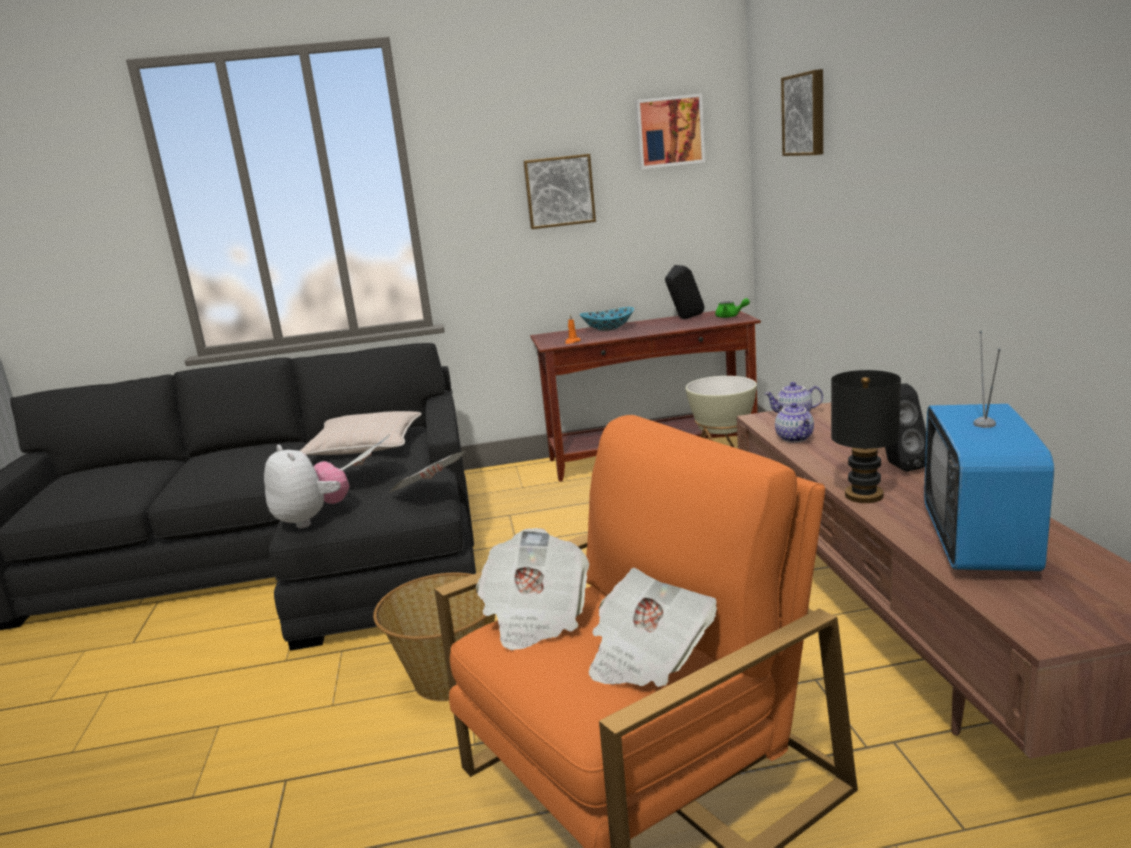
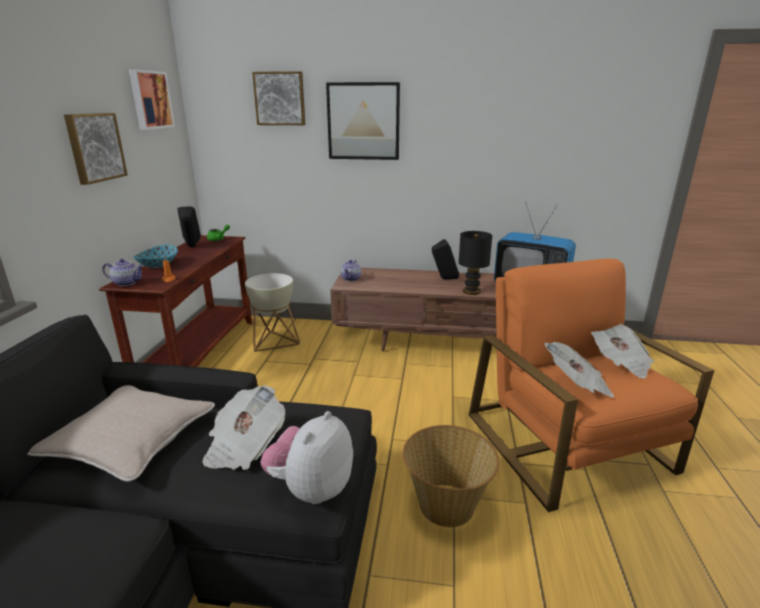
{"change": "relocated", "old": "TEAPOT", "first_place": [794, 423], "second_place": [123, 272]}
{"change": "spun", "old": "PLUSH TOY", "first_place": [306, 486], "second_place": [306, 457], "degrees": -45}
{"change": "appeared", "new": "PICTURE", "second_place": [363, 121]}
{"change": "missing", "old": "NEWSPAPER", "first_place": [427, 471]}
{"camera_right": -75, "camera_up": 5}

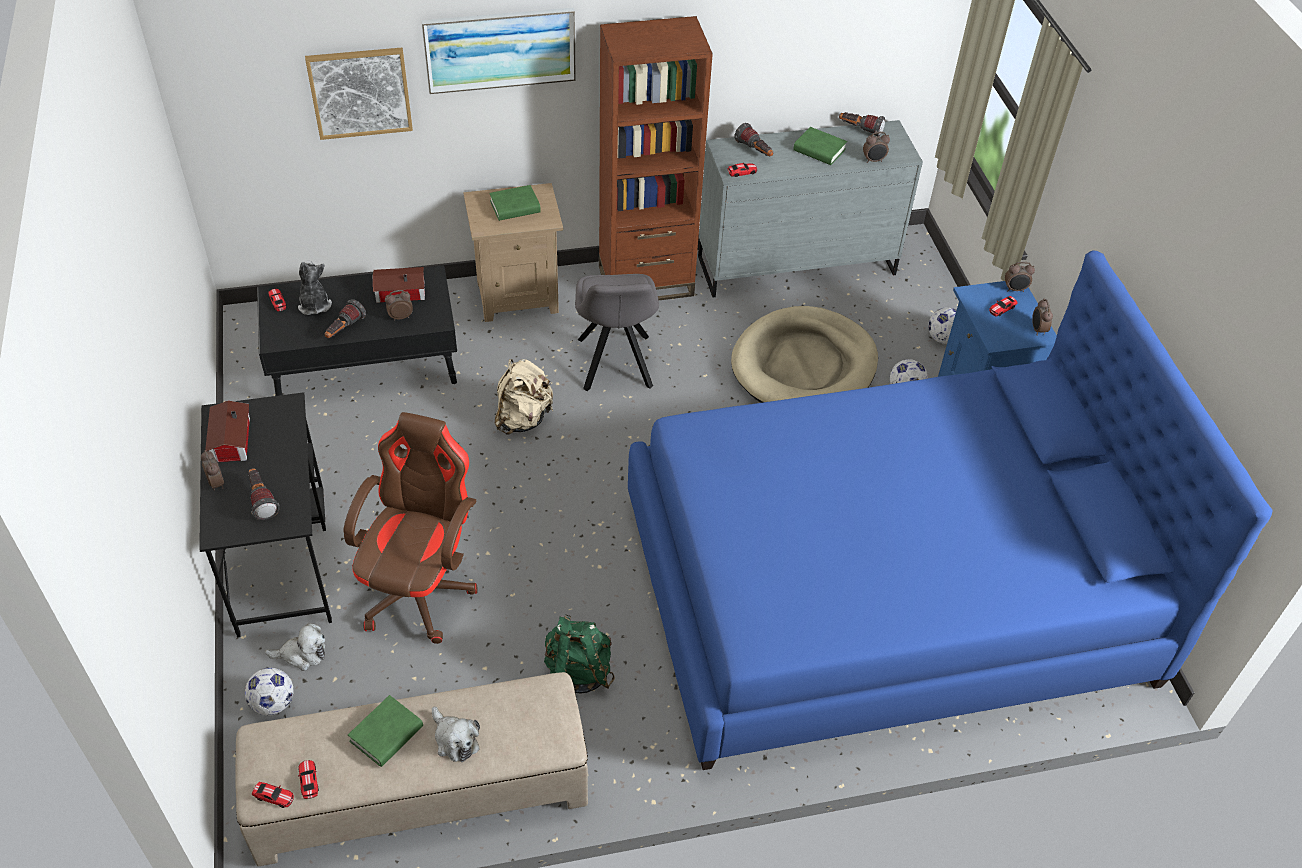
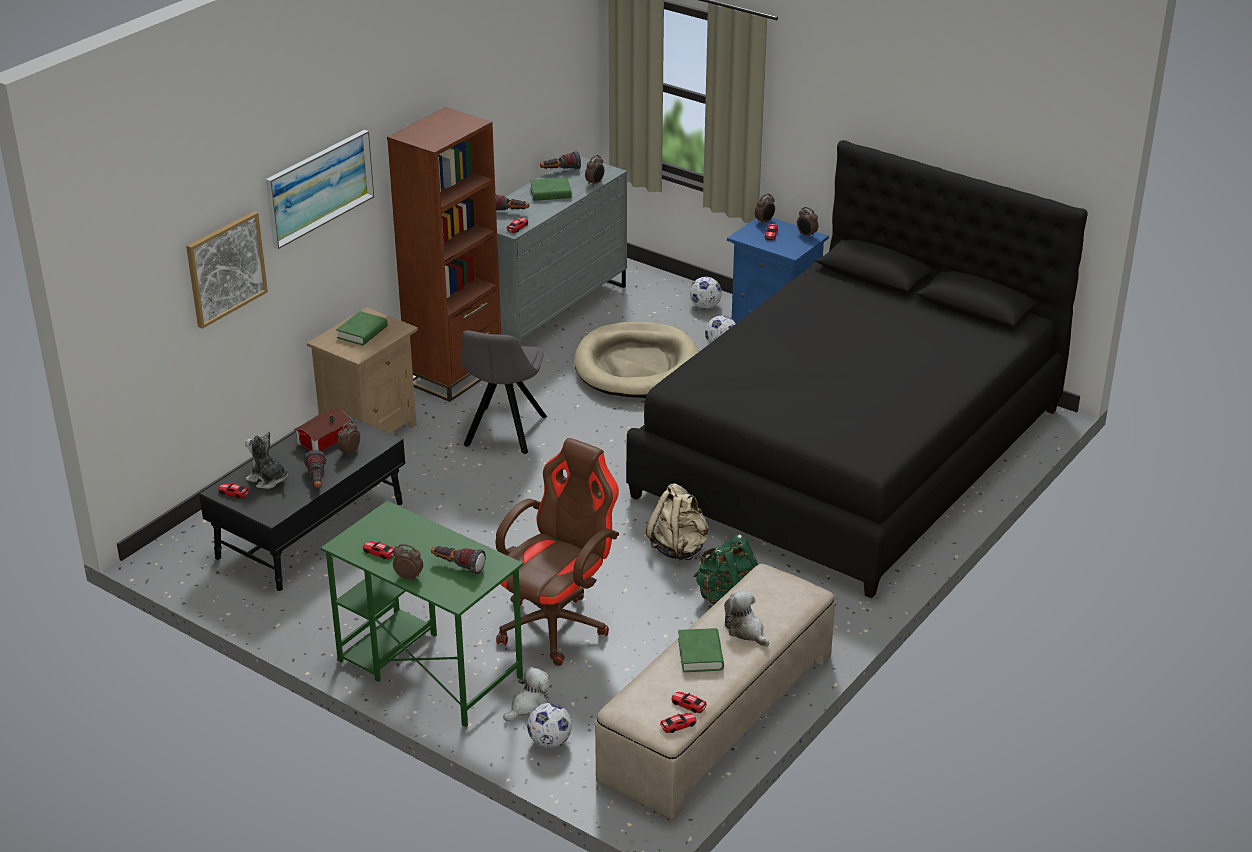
{"change": "colour", "old": "BLACK DESK", "new": "GREEN DESK", "first_place": [265, 515], "second_place": [422, 614]}
{"change": "exchanged", "old": "TOY HOUSE", "new": "TOY CAR", "first_place": [227, 431], "second_place": [379, 550]}
{"change": "spun", "old": "GREY CHAIR", "first_place": [617, 332], "second_place": [504, 392], "degrees": 60}
{"change": "spun", "old": "BROWN OFFICE CHAIR", "first_place": [411, 528], "second_place": [557, 552], "degrees": 60}
{"change": "colour", "old": "BLUE BED", "new": "BLACK BED", "first_place": [950, 510], "second_place": [857, 369]}
{"change": "relocated", "old": "BEIGE BACKPACK", "first_place": [524, 397], "second_place": [677, 522]}
{"change": "spun", "old": "PLUSH TOY", "first_place": [456, 734], "second_place": [746, 618], "degrees": -135}
{"camera_right": -40, "camera_up": -15}

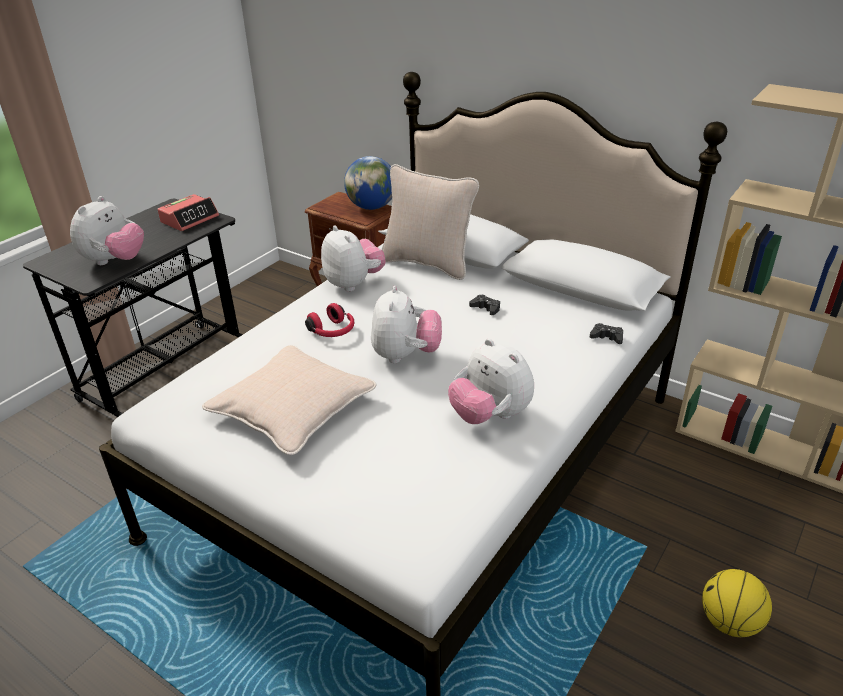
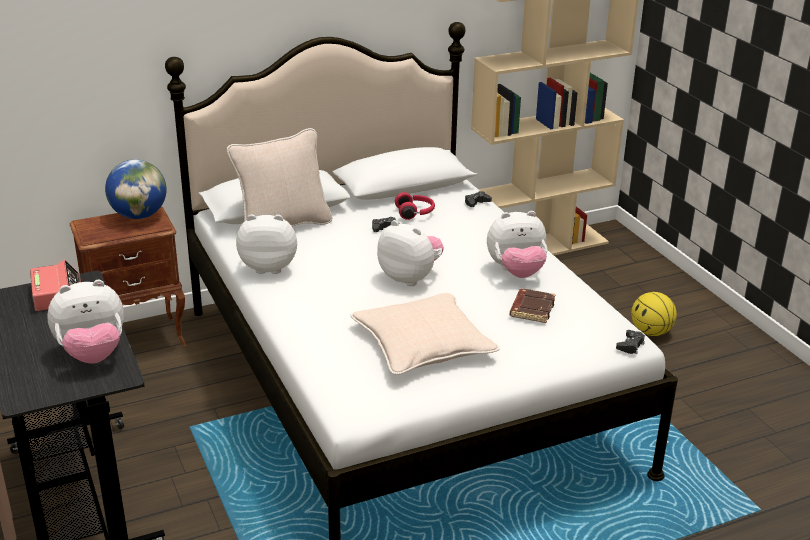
{"change": "spun", "old": "PLUSH TOY", "first_place": [107, 230], "second_place": [85, 322], "degrees": 105}
{"change": "relocated", "old": "RED HEADPHONES", "first_place": [329, 320], "second_place": [415, 206]}
{"change": "appeared", "new": "BROWN BOOK", "second_place": [533, 306]}
{"change": "appeared", "new": "BLACK GAME CONTROLLER", "second_place": [630, 342]}
{"camera_right": -60, "camera_up": -5}

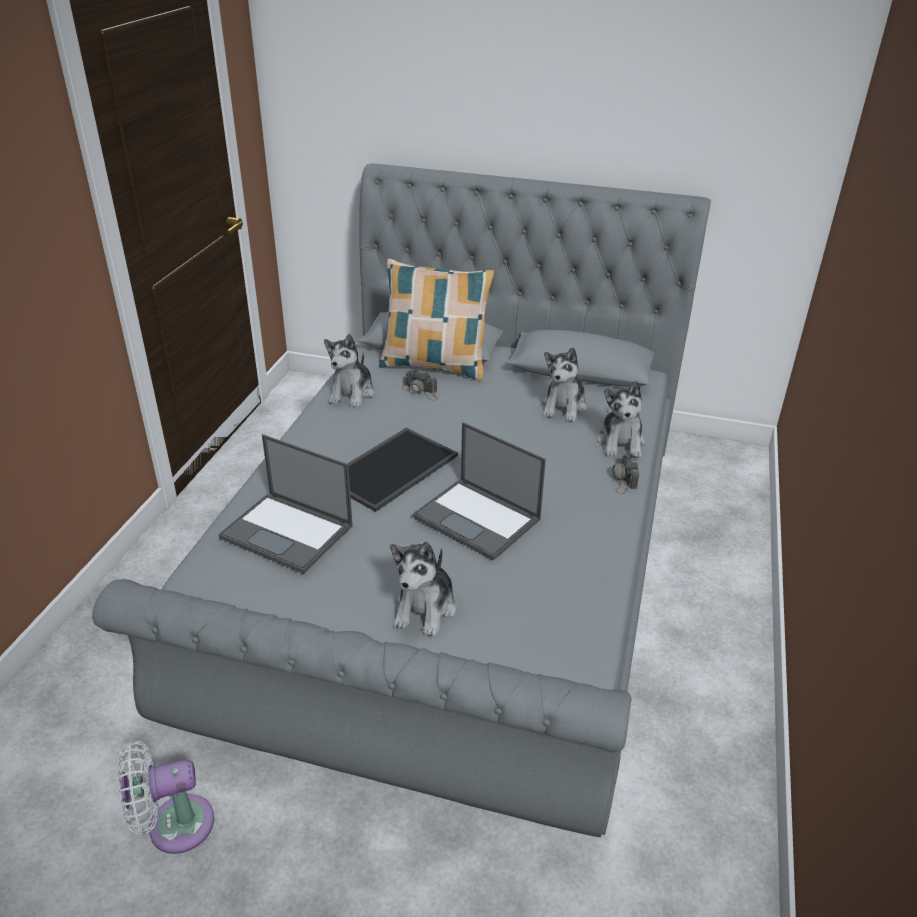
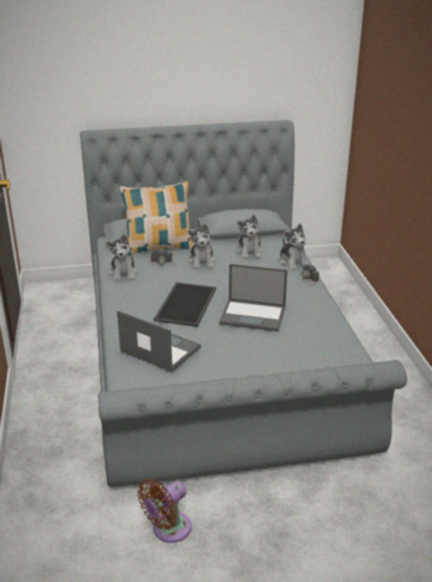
{"change": "spun", "old": "LAPTOP", "first_place": [285, 504], "second_place": [159, 341], "degrees": -150}
{"change": "colour", "old": "WHITE FAN", "new": "BROWN FAN", "first_place": [166, 797], "second_place": [165, 511]}
{"change": "relocated", "old": "PLUSH TOY", "first_place": [423, 589], "second_place": [202, 246]}
{"camera_right": -25, "camera_up": -5}

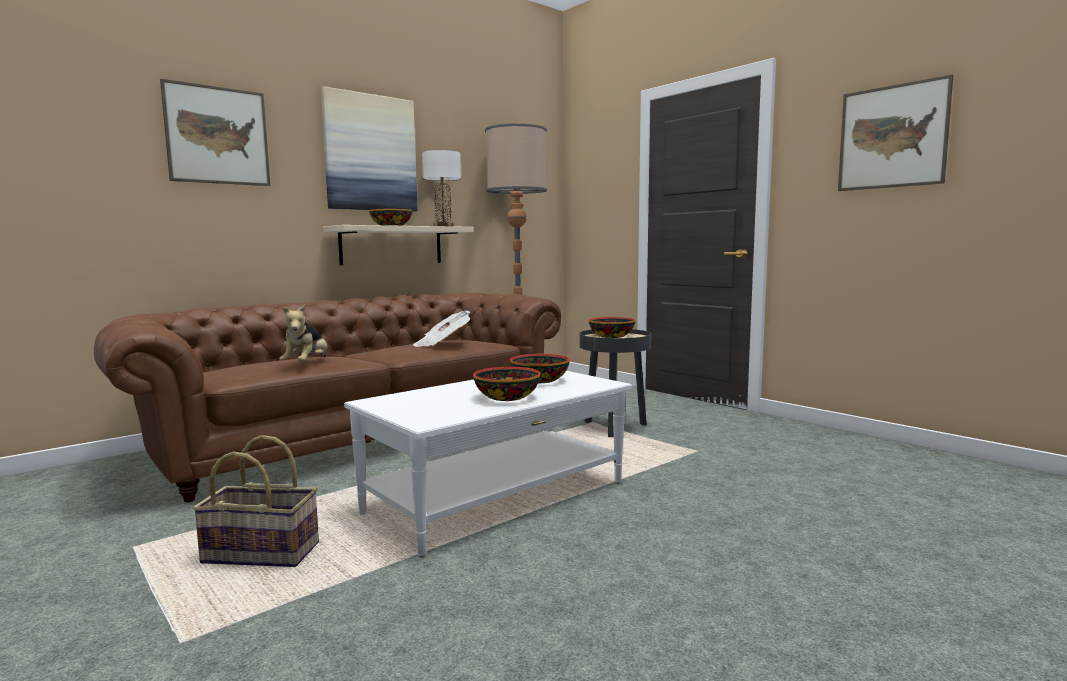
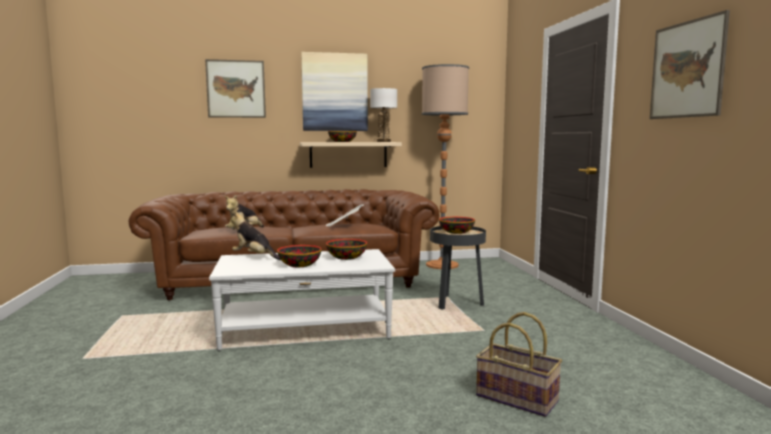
{"change": "appeared", "new": "PLUSH TOY", "second_place": [254, 235]}
{"change": "relocated", "old": "BASKET", "first_place": [256, 501], "second_place": [519, 364]}
{"camera_right": 30, "camera_up": 0}

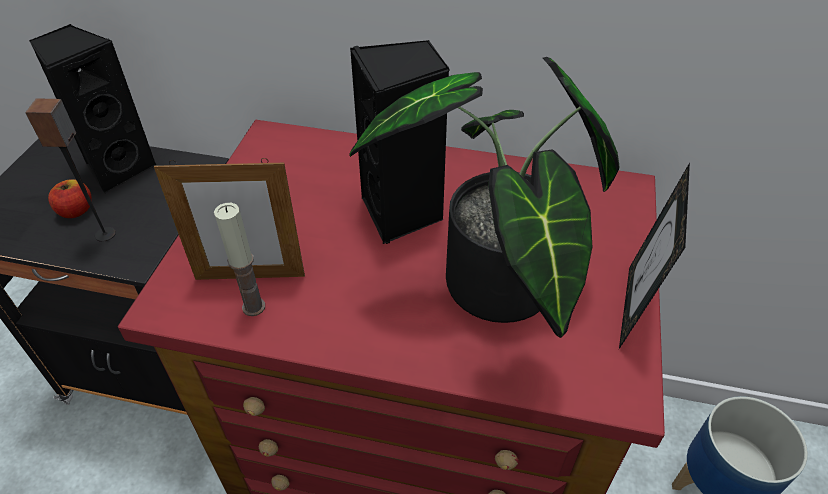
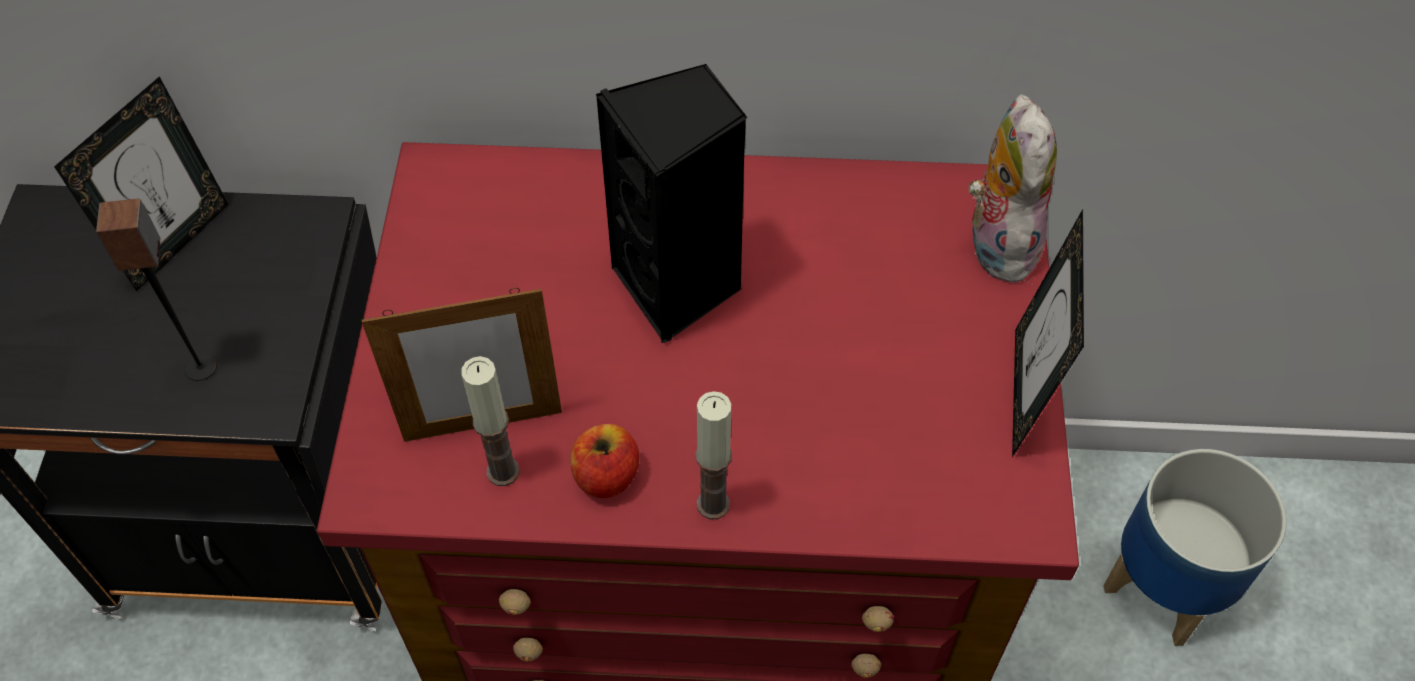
{"change": "exchanged", "old": "BLACK SPEAKER", "new": "PICTURE FRAME", "first_place": [93, 109], "second_place": [141, 183]}
{"change": "relocated", "old": "APPLE", "first_place": [70, 198], "second_place": [604, 461]}
{"change": "appeared", "new": "CANDLE", "second_place": [713, 455]}
{"change": "appeared", "new": "PLUSH TOY", "second_place": [1013, 188]}
{"change": "missing", "old": "POTTED PLANT", "first_place": [484, 197]}
{"camera_right": -10, "camera_up": 10}

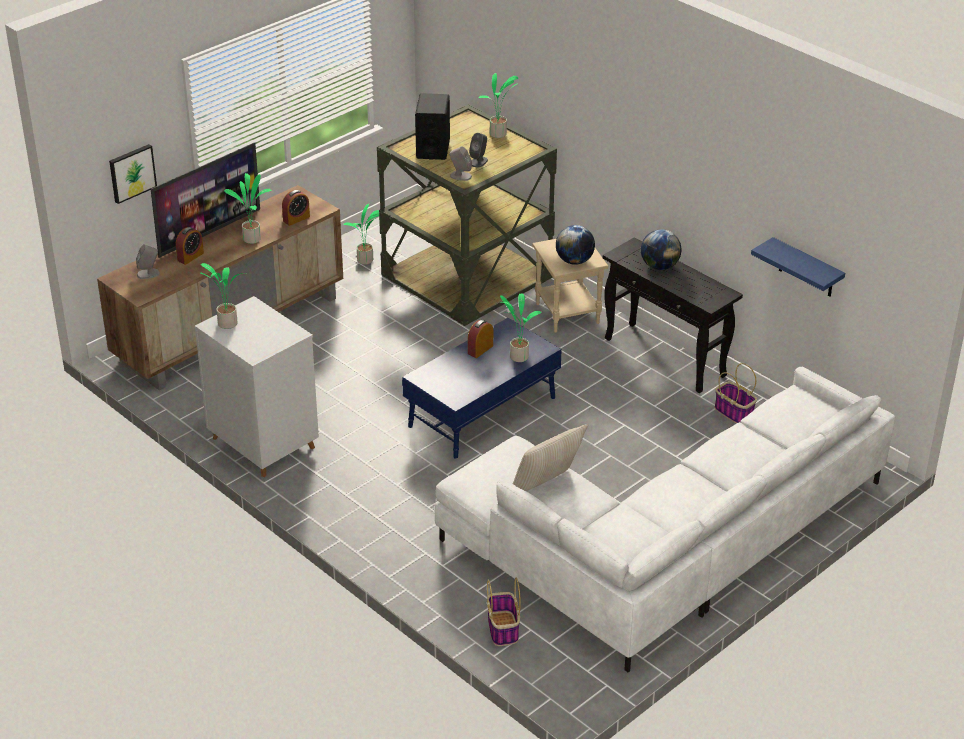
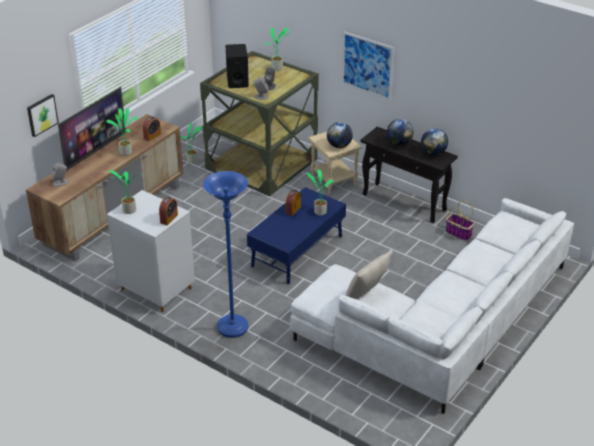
{"change": "relocated", "old": "ALARM CLOCK", "first_place": [190, 246], "second_place": [168, 211]}
{"change": "appeared", "new": "BLUE FLOOR LAMP", "second_place": [225, 254]}
{"change": "appeared", "new": "PICTURE", "second_place": [368, 66]}
{"change": "appeared", "new": "GLOBE", "second_place": [434, 141]}
{"change": "missing", "old": "BASKET", "first_place": [504, 612]}
{"change": "missing", "old": "BLUE SHELF", "first_place": [798, 267]}
{"camera_right": -10, "camera_up": 0}

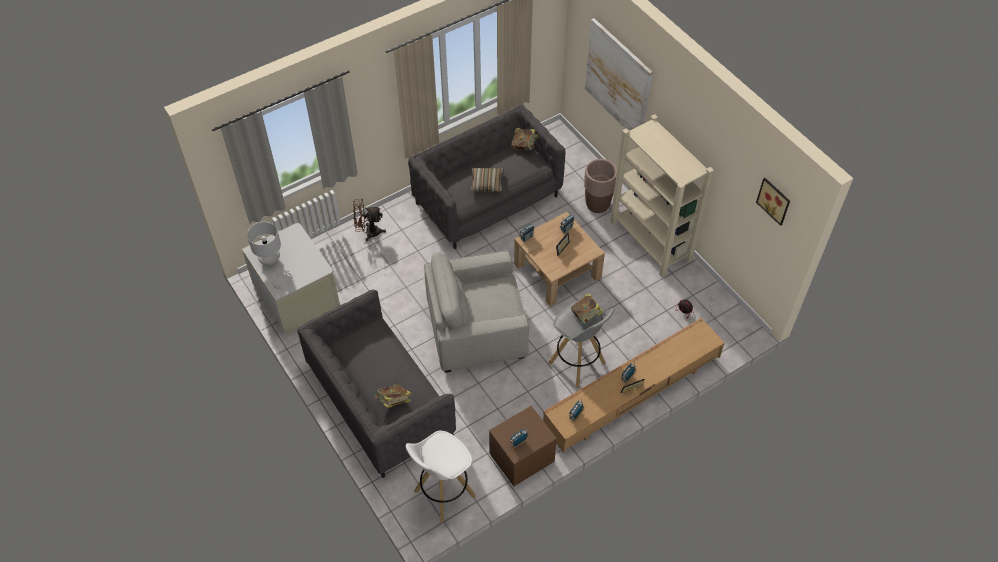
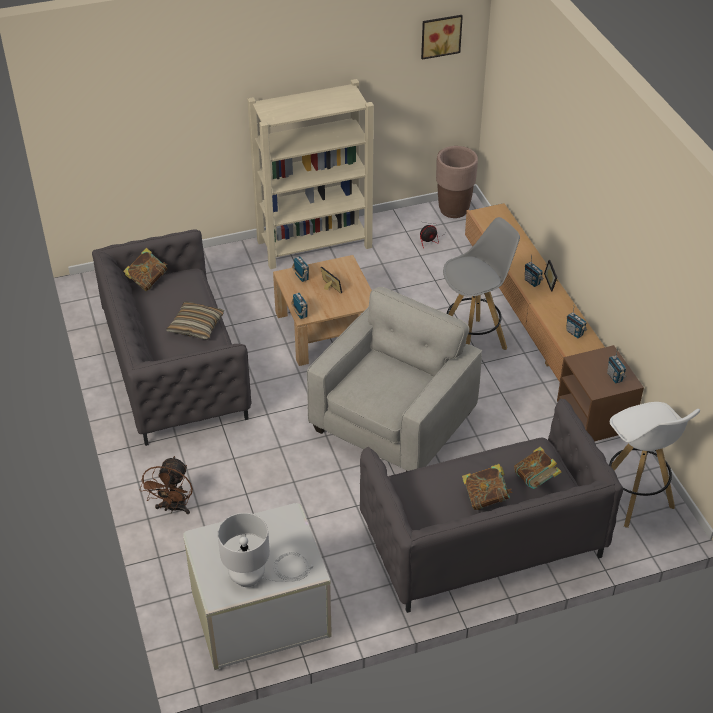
{"change": "spun", "old": "GREY ARMCHAIR", "first_place": [476, 312], "second_place": [394, 379], "degrees": -150}
{"change": "relocated", "old": "BROWN PLANTER", "first_place": [600, 186], "second_place": [457, 182]}
{"change": "relocated", "old": "BOOK", "first_place": [587, 308], "second_place": [487, 487]}
{"change": "missing", "old": "PICTURE", "first_place": [619, 74]}
{"camera_right": -75, "camera_up": -10}

